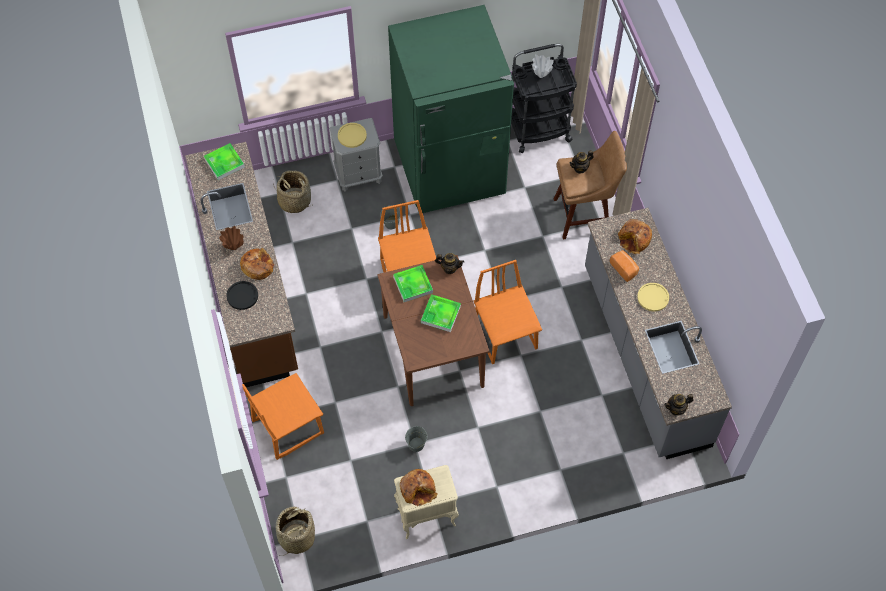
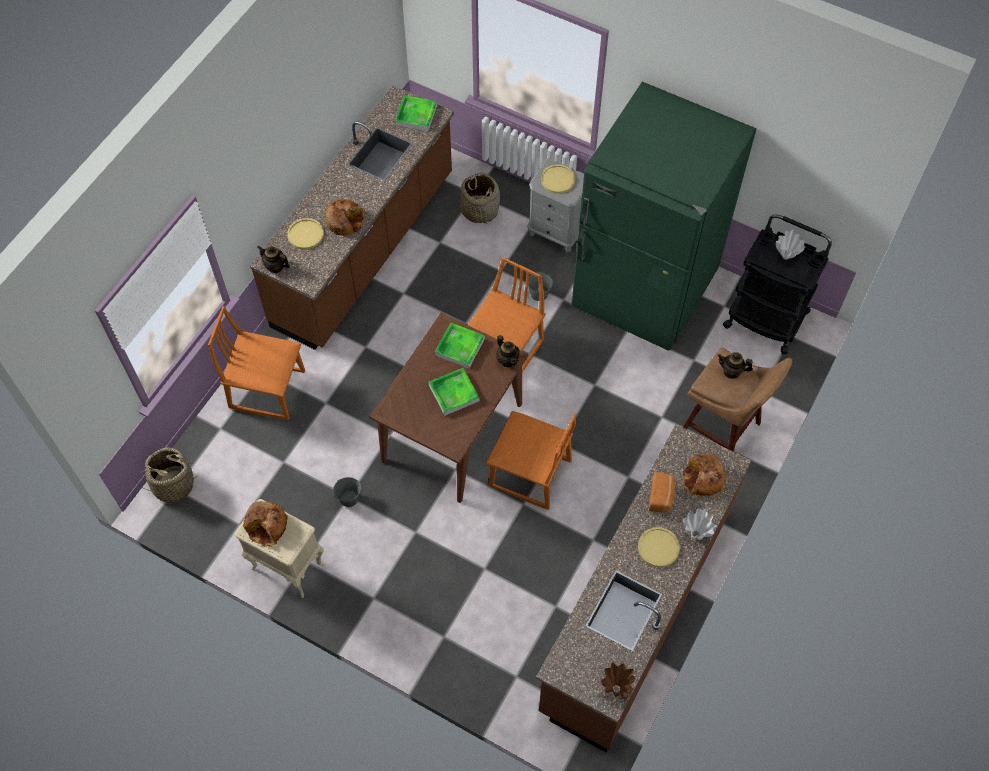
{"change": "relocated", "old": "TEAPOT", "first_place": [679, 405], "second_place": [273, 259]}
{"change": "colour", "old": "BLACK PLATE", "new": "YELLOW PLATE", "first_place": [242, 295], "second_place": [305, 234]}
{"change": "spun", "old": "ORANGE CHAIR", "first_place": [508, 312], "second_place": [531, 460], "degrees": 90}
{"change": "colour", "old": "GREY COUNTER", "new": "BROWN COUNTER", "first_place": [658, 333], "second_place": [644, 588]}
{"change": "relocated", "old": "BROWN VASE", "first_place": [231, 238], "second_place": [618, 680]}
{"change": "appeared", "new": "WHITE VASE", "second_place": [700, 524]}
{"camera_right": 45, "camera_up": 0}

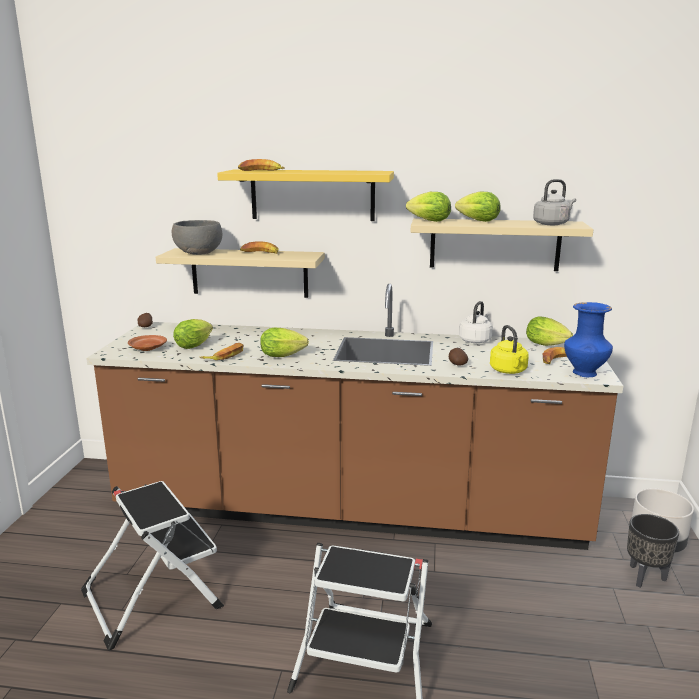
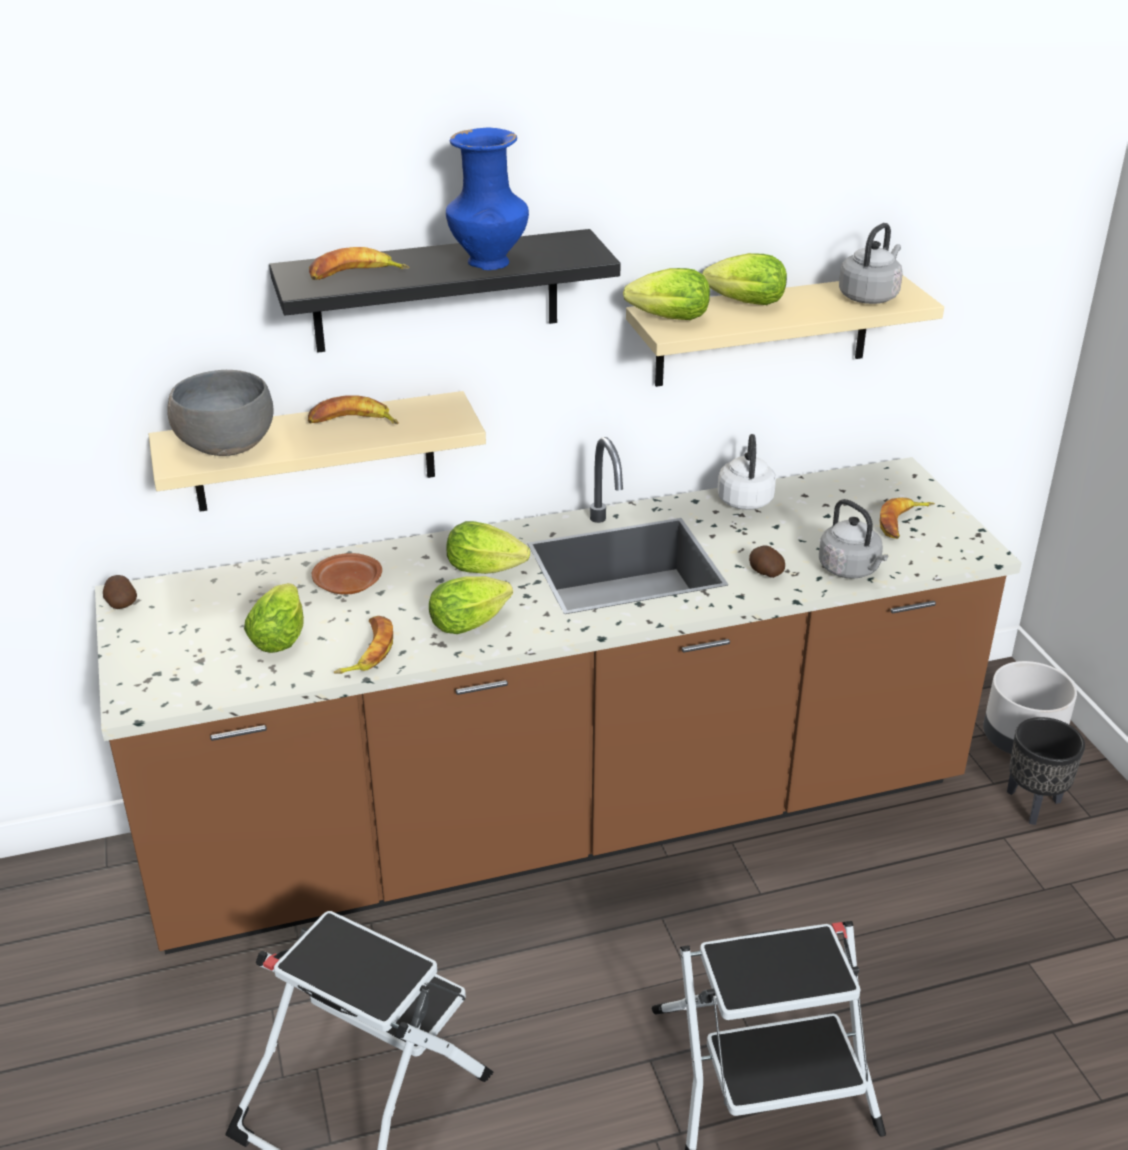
{"change": "colour", "old": "YELLOW SHELF", "new": "BLACK SHELF", "first_place": [305, 195], "second_place": [445, 291]}
{"change": "relocated", "old": "BROWN PLATE", "first_place": [147, 343], "second_place": [347, 574]}
{"change": "relocated", "old": "BLUE VASE", "first_place": [588, 340], "second_place": [487, 199]}
{"change": "relocated", "old": "LETTUCE", "first_place": [549, 331], "second_place": [488, 547]}
{"change": "colour", "old": "YELLOW KETTLE", "new": "GREY KETTLE", "first_place": [509, 349], "second_place": [853, 539]}
{"camera_right": -25, "camera_up": 15}

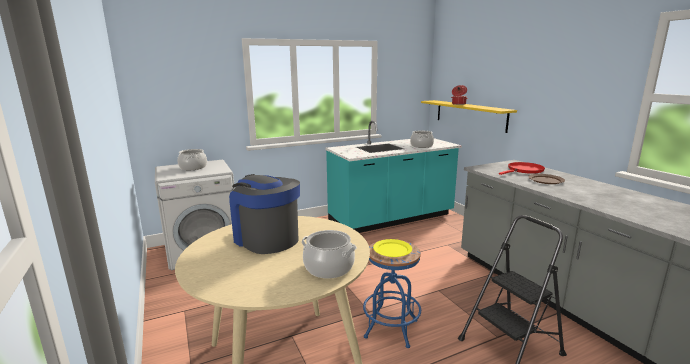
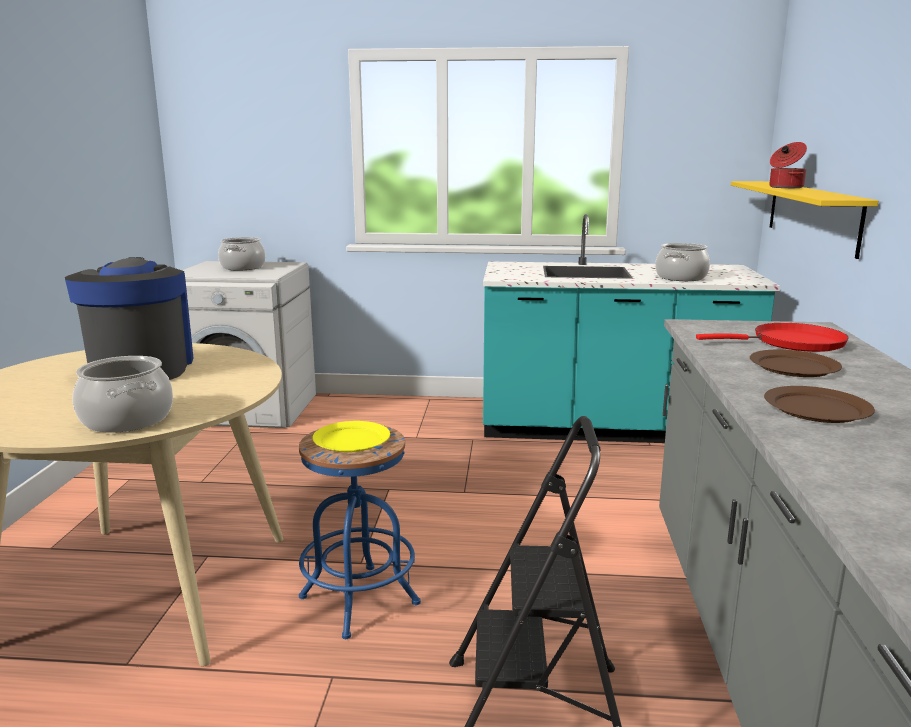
{"change": "appeared", "new": "BROWN PLATE", "second_place": [819, 404]}
{"camera_right": 30, "camera_up": 0}

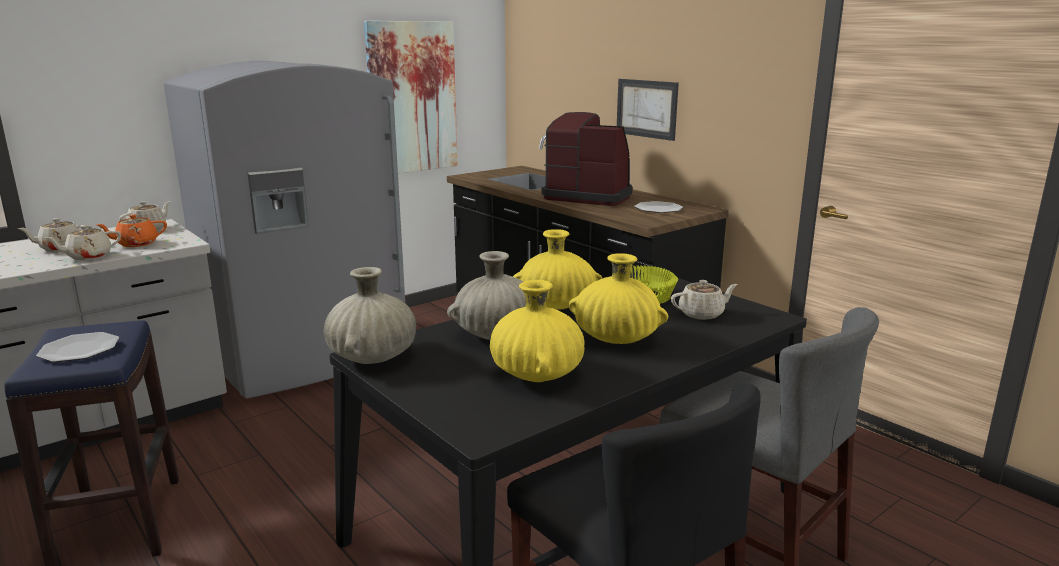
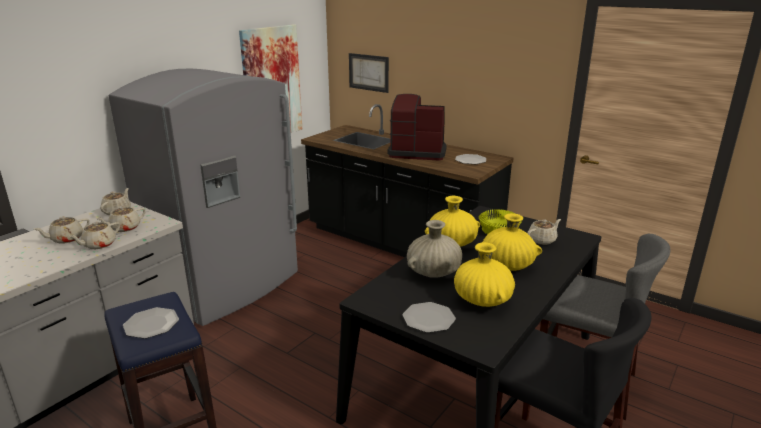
{"change": "colour", "old": "ORANGE TEAPOT", "new": "BEIGE TEAPOT", "first_place": [132, 230], "second_place": [121, 219]}
{"change": "relocated", "old": "PICTURE", "first_place": [648, 110], "second_place": [369, 73]}
{"change": "appeared", "new": "PLATE", "second_place": [429, 317]}
{"change": "missing", "old": "BEIGE VASE", "first_place": [370, 315]}
{"camera_right": -15, "camera_up": 5}

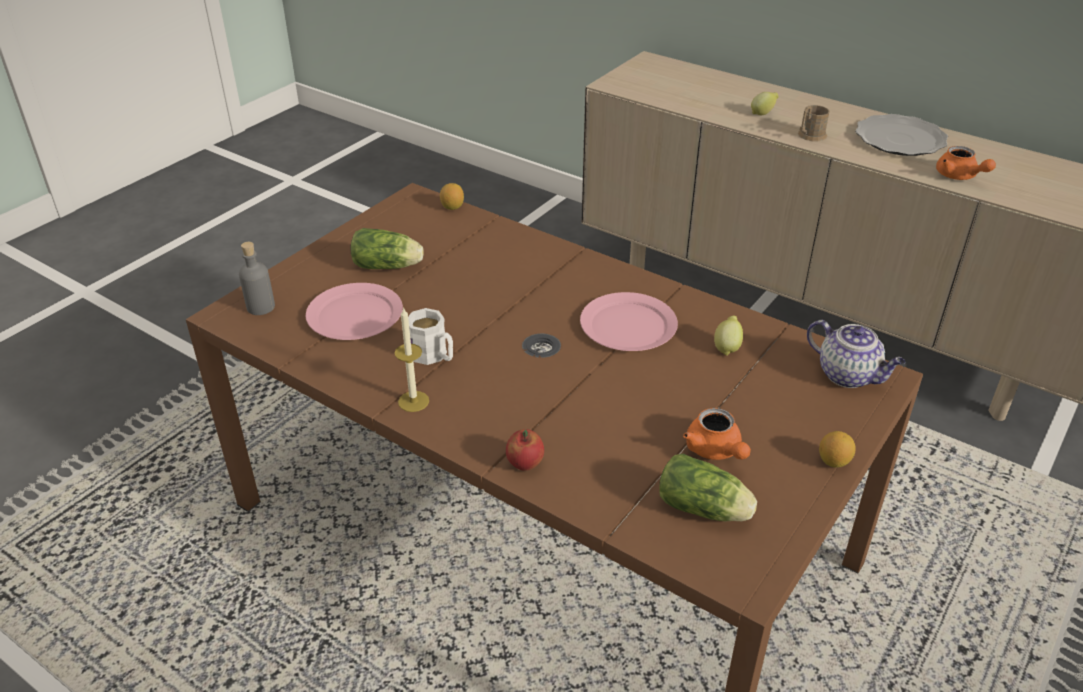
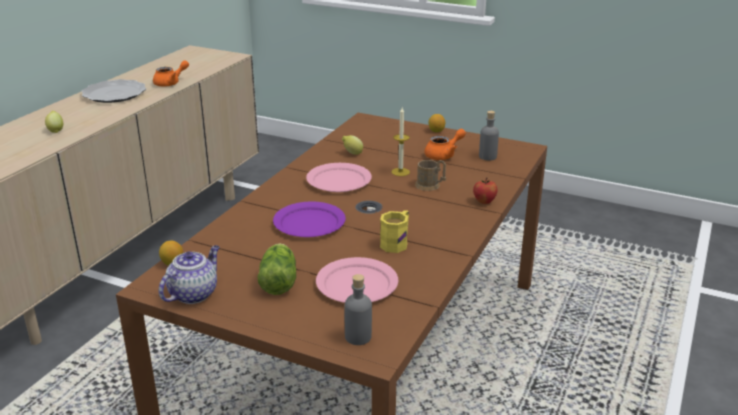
{"change": "relocated", "old": "TEAPOT", "first_place": [856, 354], "second_place": [189, 274]}
{"change": "appeared", "new": "PURPLE PLATE", "second_place": [309, 219]}
{"change": "colour", "old": "WHITE MUG", "new": "YELLOW MUG", "first_place": [430, 336], "second_place": [394, 231]}
{"change": "relocated", "old": "CANDLE", "first_place": [412, 359], "second_place": [400, 141]}
{"change": "relocated", "old": "BROWN MUG", "first_place": [813, 123], "second_place": [430, 175]}
{"change": "exchanged", "old": "LETTUCE", "new": "GREY BOTTLE", "first_place": [708, 487], "second_place": [489, 135]}
{"camera_right": -100, "camera_up": -10}

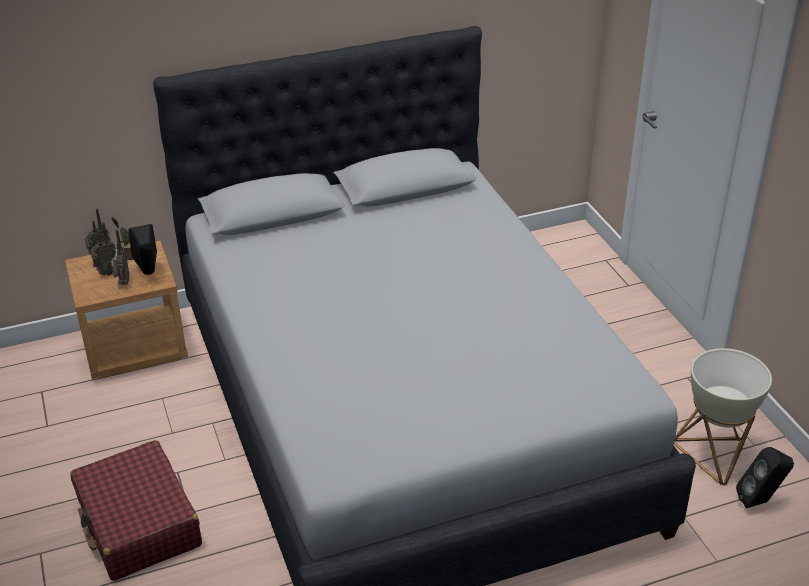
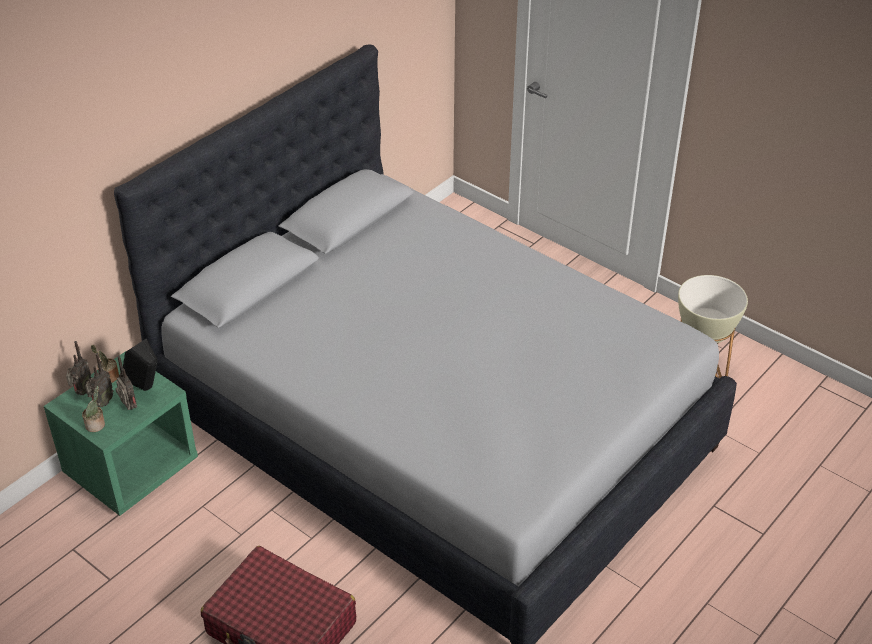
{"change": "colour", "old": "BROWN NIGHTSTAND", "new": "GREEN NIGHTSTAND", "first_place": [126, 310], "second_place": [121, 433]}
{"change": "appeared", "new": "POTTED PLANT", "second_place": [93, 409]}
{"change": "missing", "old": "BLACK SPEAKER", "first_place": [765, 478]}
{"camera_right": -30, "camera_up": 5}

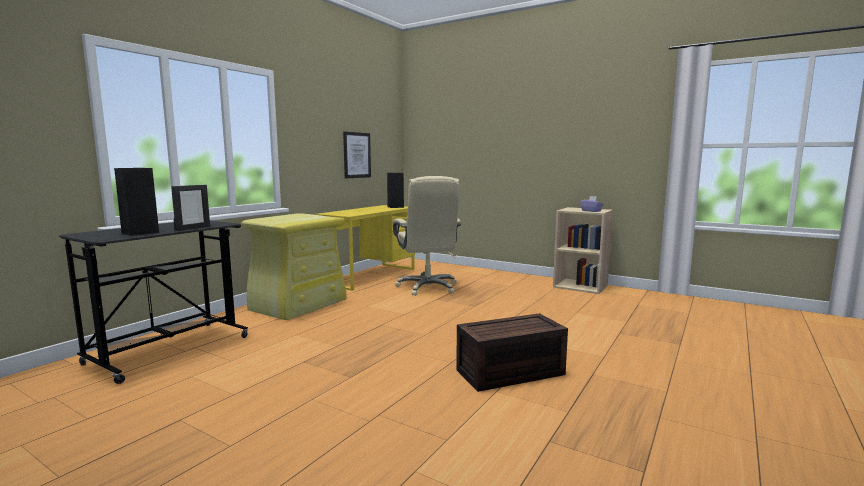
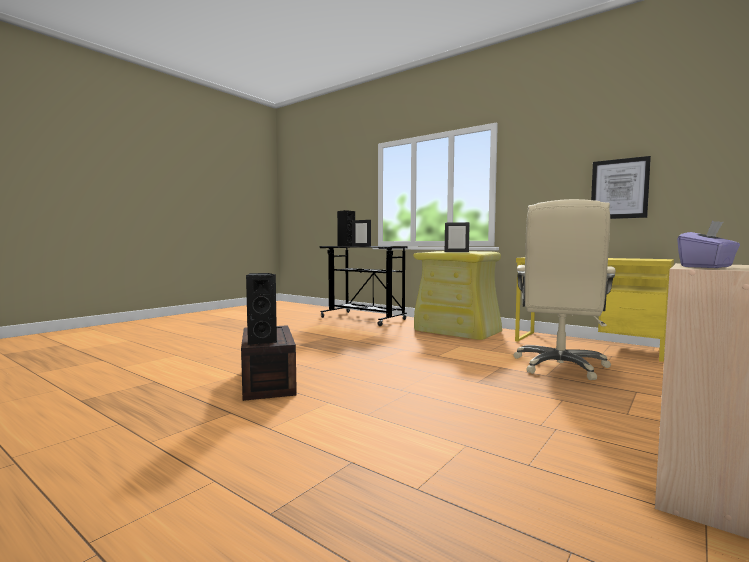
{"change": "relocated", "old": "BLACK SPEAKER", "first_place": [395, 190], "second_place": [261, 309]}
{"change": "appeared", "new": "PICTURE FRAME", "second_place": [457, 237]}
{"change": "spun", "old": "BEIGE OFFICE CHAIR", "first_place": [427, 236], "second_place": [564, 289], "degrees": -60}
{"camera_right": 95, "camera_up": -5}

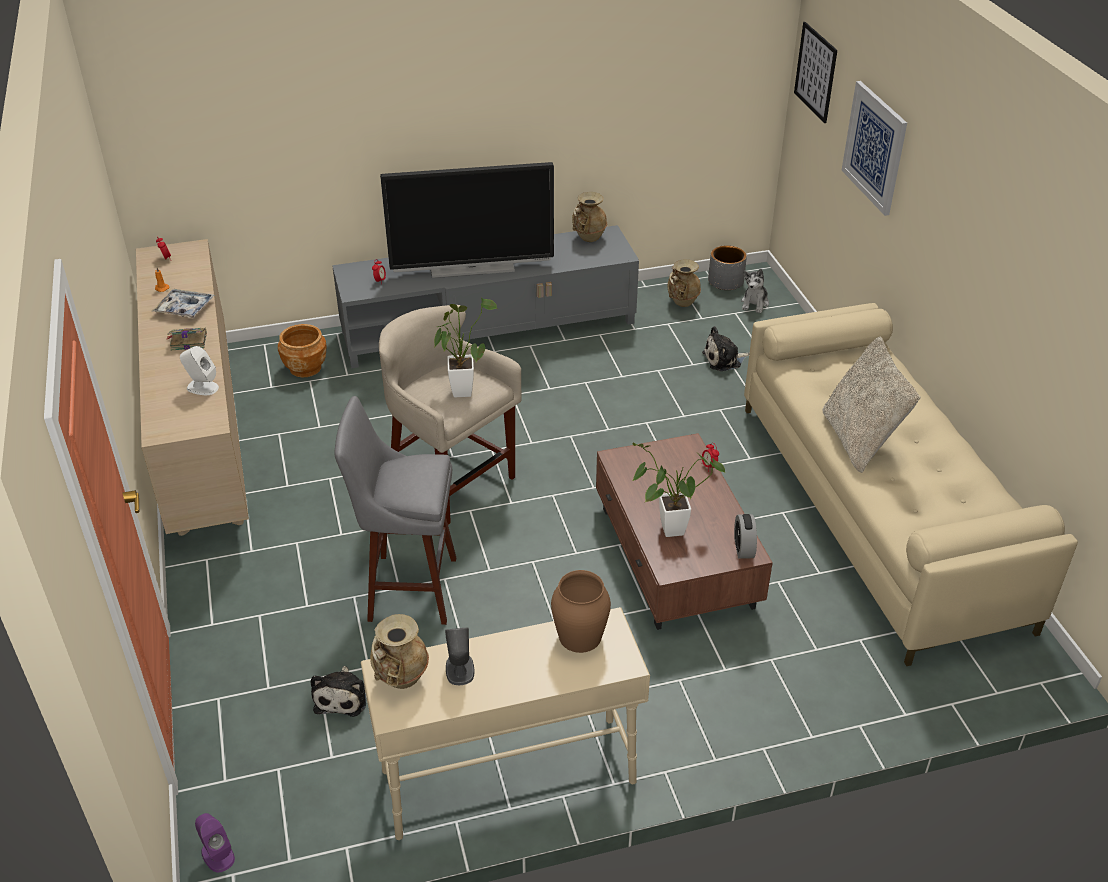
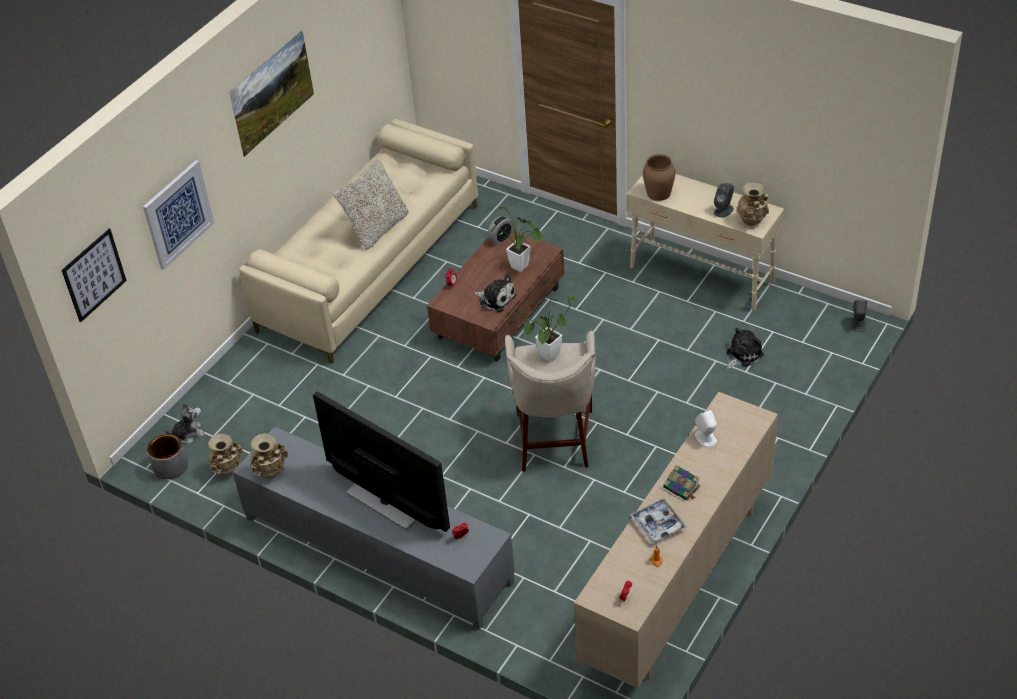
{"change": "appeared", "new": "PICTURE", "second_place": [271, 93]}
{"change": "relocated", "old": "PLUSH TOY", "first_place": [725, 348], "second_place": [495, 293]}
{"change": "colour", "old": "PURPLE SPEAKER", "new": "GREY SPEAKER", "first_place": [215, 843], "second_place": [858, 316]}
{"change": "missing", "old": "BROWN PLANTER", "first_place": [302, 350]}
{"change": "missing", "old": "GREY STOOL", "first_place": [395, 510]}
{"camera_right": -130, "camera_up": 5}

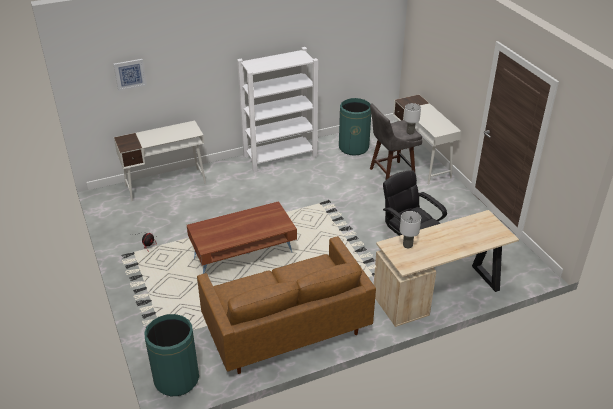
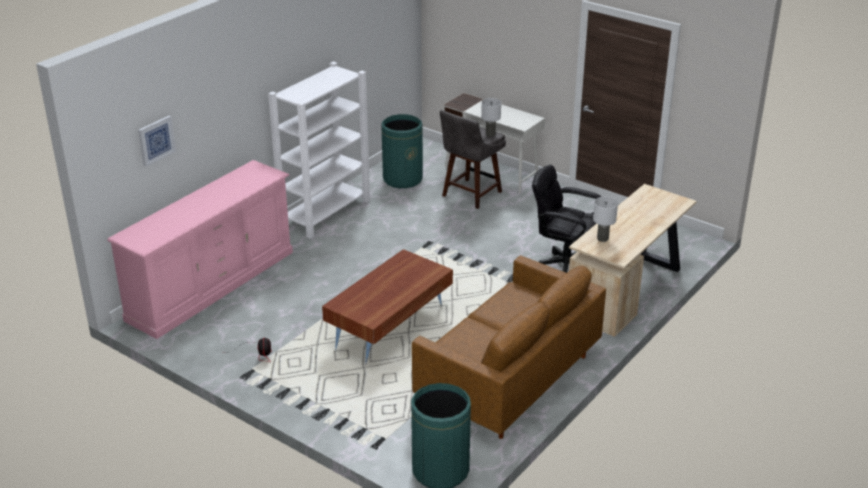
{"change": "exchanged", "old": "WHITE DESK", "new": "PINK CABINET", "first_place": [160, 161], "second_place": [200, 249]}
{"camera_right": -30, "camera_up": -5}

